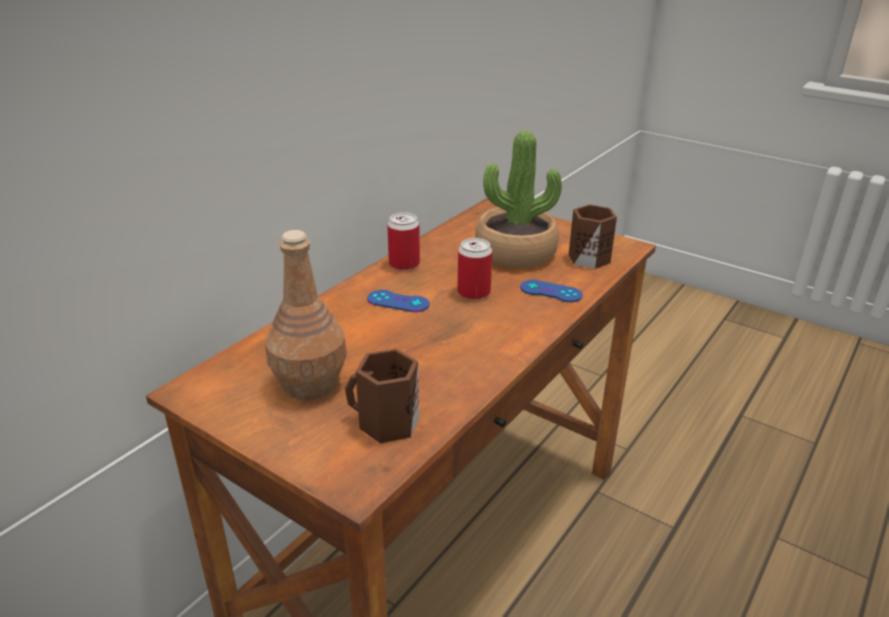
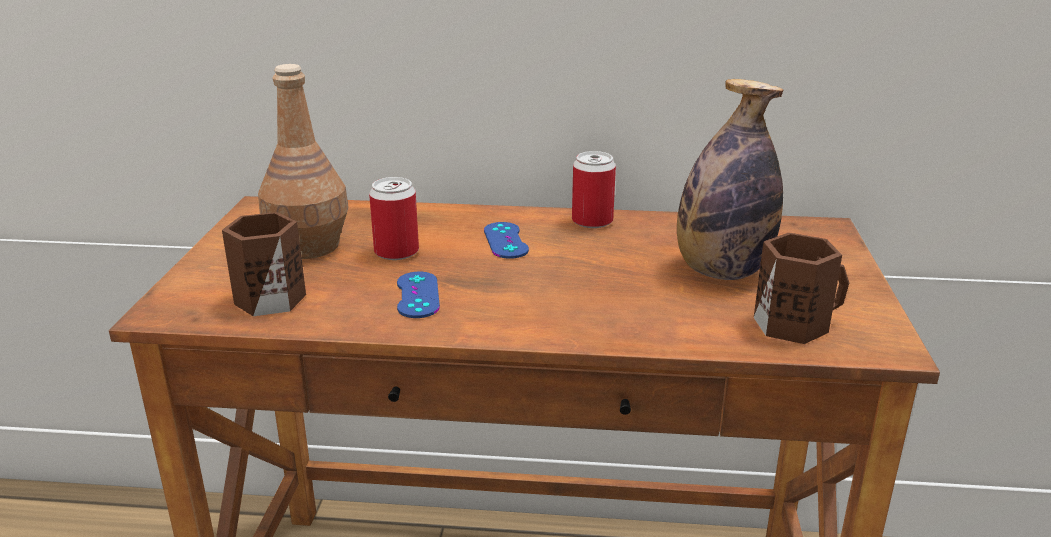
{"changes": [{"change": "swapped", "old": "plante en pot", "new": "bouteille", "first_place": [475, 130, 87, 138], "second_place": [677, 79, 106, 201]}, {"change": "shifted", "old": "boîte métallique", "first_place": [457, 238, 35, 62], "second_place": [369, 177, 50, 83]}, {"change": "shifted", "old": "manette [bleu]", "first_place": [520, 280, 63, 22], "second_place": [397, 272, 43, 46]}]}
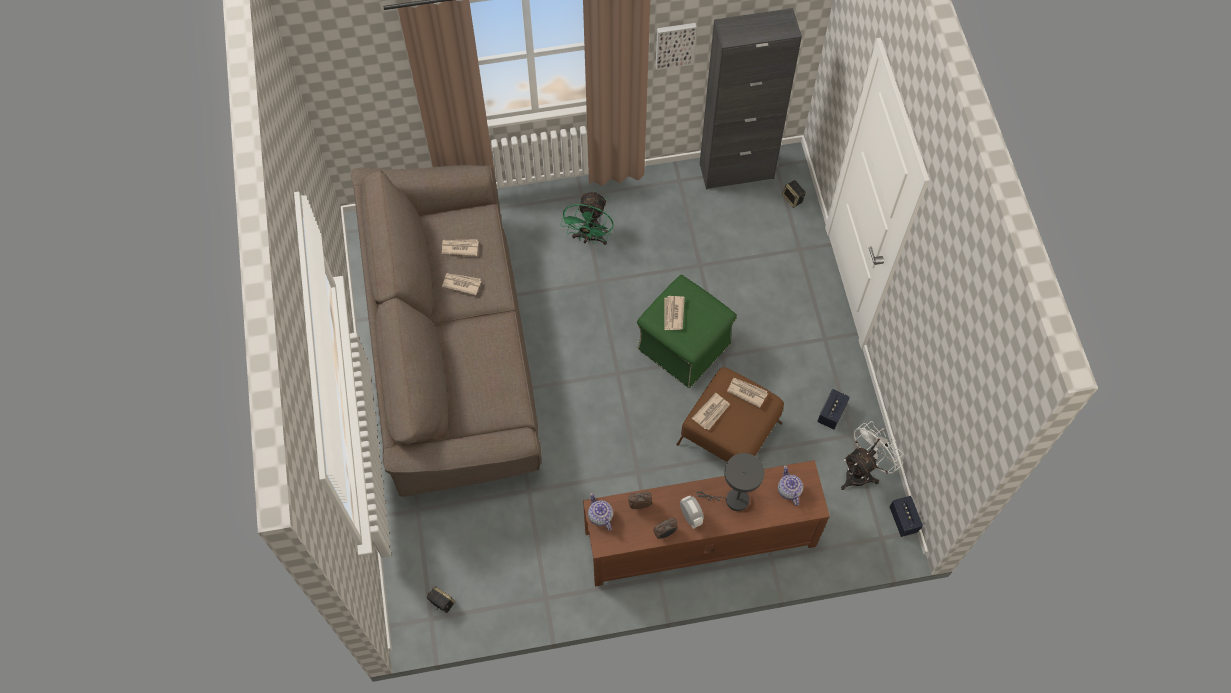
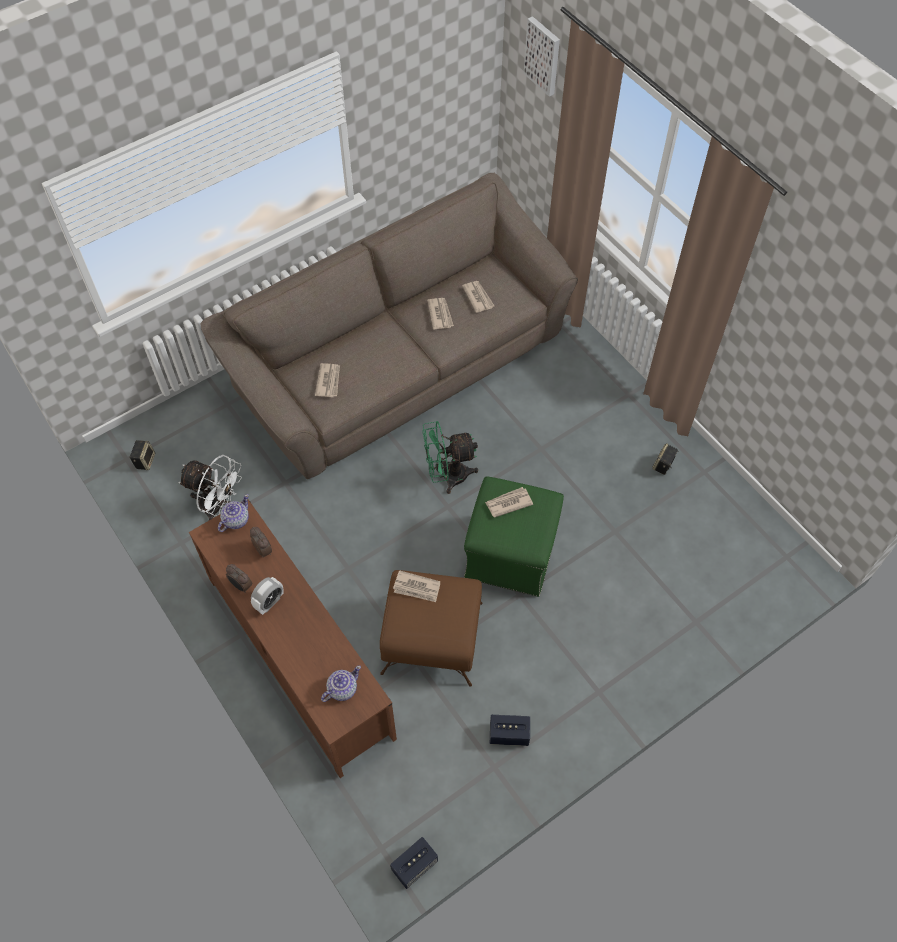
{"changes": [{"change": "gone", "old": "meuble de rangement [noir]", "first_place": [700, 8, 102, 181]}, {"change": "shifted", "old": "tableau", "first_place": [656, 23, 41, 47], "second_place": [524, 16, 36, 81]}, {"change": "shifted", "old": "enceinte", "first_place": [782, 180, 24, 28], "second_place": [652, 443, 26, 32]}, {"change": "shifted", "old": "ventilateur [vert]", "first_place": [560, 190, 54, 55], "second_place": [422, 421, 56, 73]}, {"change": "shifted", "old": "journal", "first_place": [727, 378, 41, 30], "second_place": [315, 363, 25, 34]}, {"change": "shifted", "old": "ventilateur [blanc]", "first_place": [841, 421, 62, 69], "second_place": [178, 455, 64, 66]}, {"change": "gone", "old": "lampe de table [gris]", "first_place": [696, 453, 68, 58]}]}
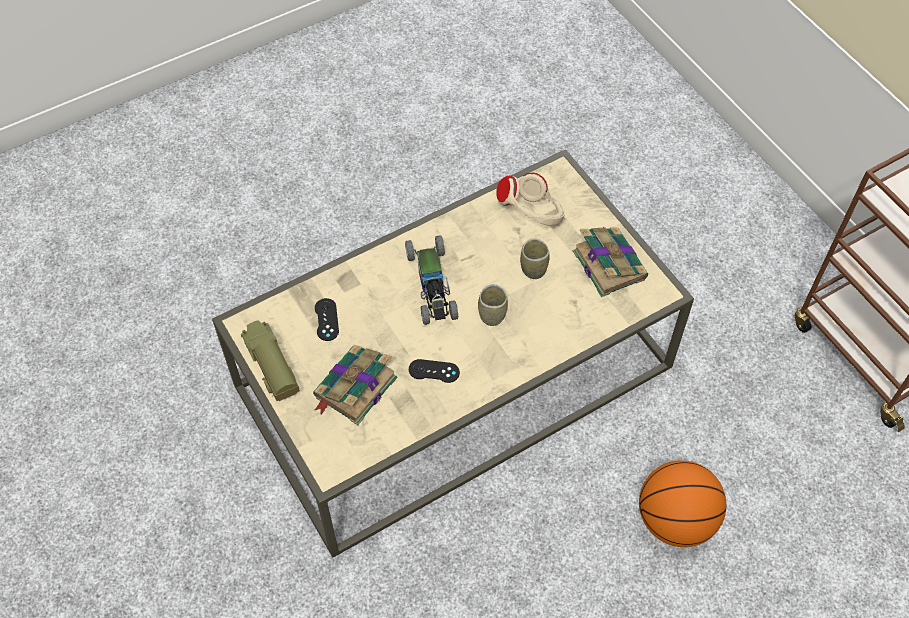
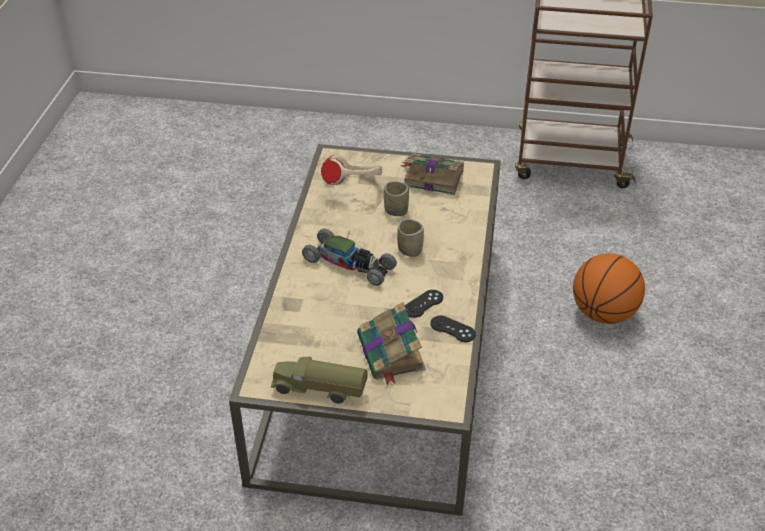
{"changes": [{"change": "shifted", "old": "manette [noir]", "first_place": [315, 298, 24, 43], "second_place": [430, 315, 46, 27]}]}
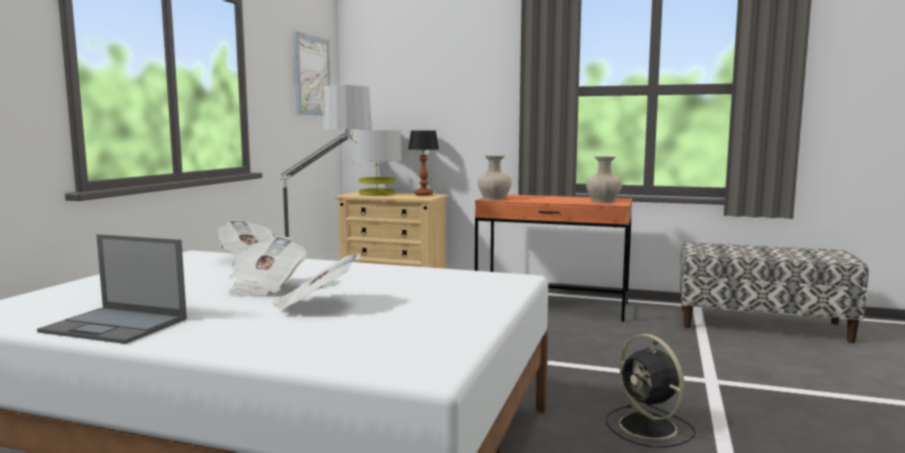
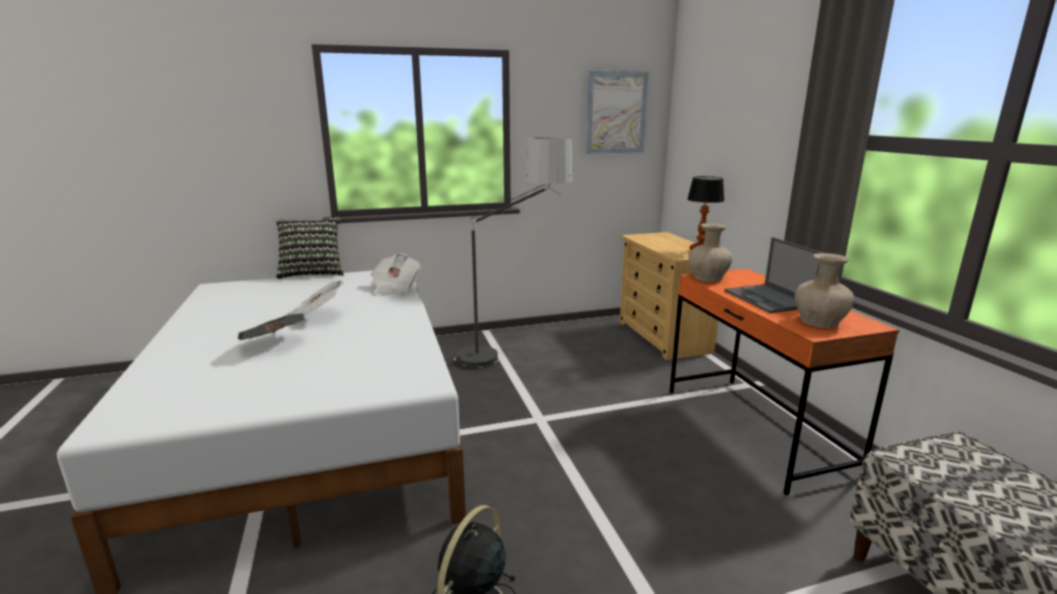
{"changes": [{"change": "gone", "old": "lampe de table [gris]", "first_place": [351, 130, 51, 66]}, {"change": "shifted", "old": "ordinateur portable", "first_place": [37, 234, 150, 110], "second_place": [725, 237, 98, 76]}, {"change": "new", "new": "coussin", "second_place": [276, 217, 68, 62]}]}
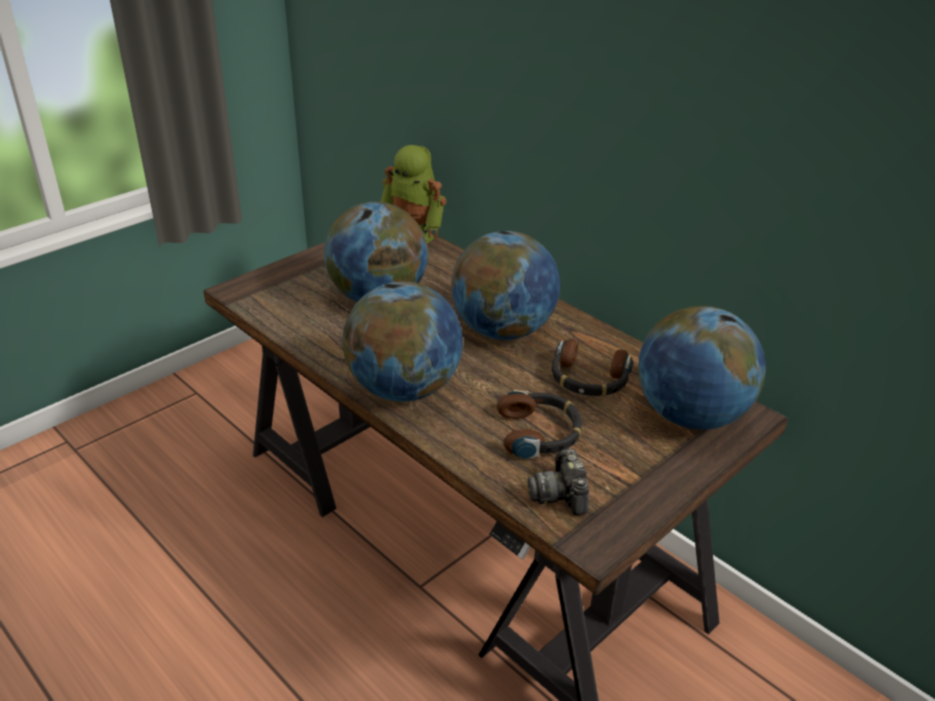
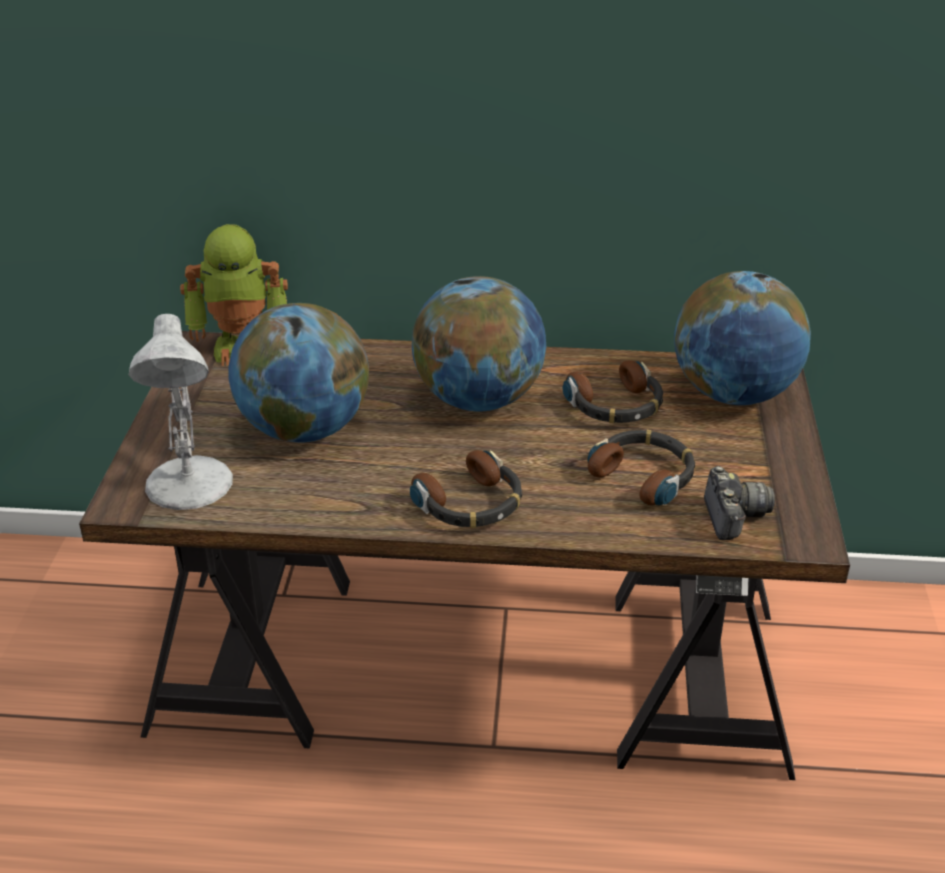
{"changes": [{"change": "swapped", "old": "globe", "new": "casque audio", "first_place": [342, 281, 121, 121], "second_place": [410, 450, 112, 78]}, {"change": "rotated", "old": "appareil photo", "first_place": [528, 449, 61, 66], "second_place": [704, 466, 71, 74], "degrees": -135}, {"change": "new", "new": "lampe de table [blanc]", "second_place": [129, 314, 104, 196]}]}
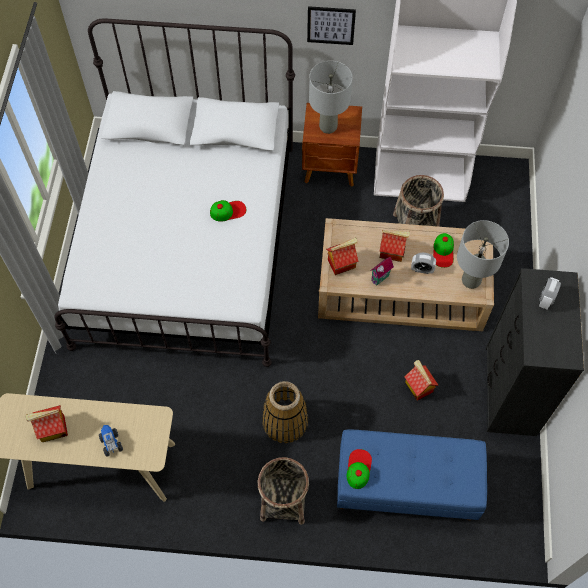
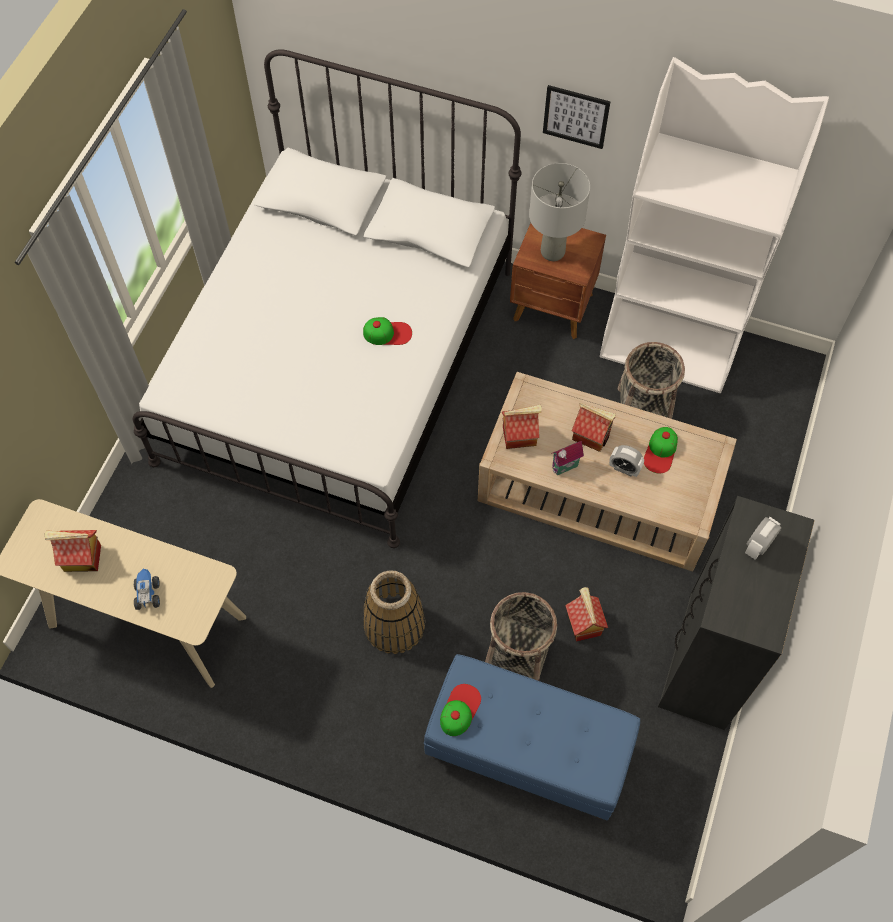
{"changes": [{"change": "gone", "old": "lampe de table [gris]", "first_place": [457, 220, 52, 69]}, {"change": "shifted", "old": "panier", "first_place": [258, 457, 51, 68], "second_place": [485, 592, 72, 89]}]}
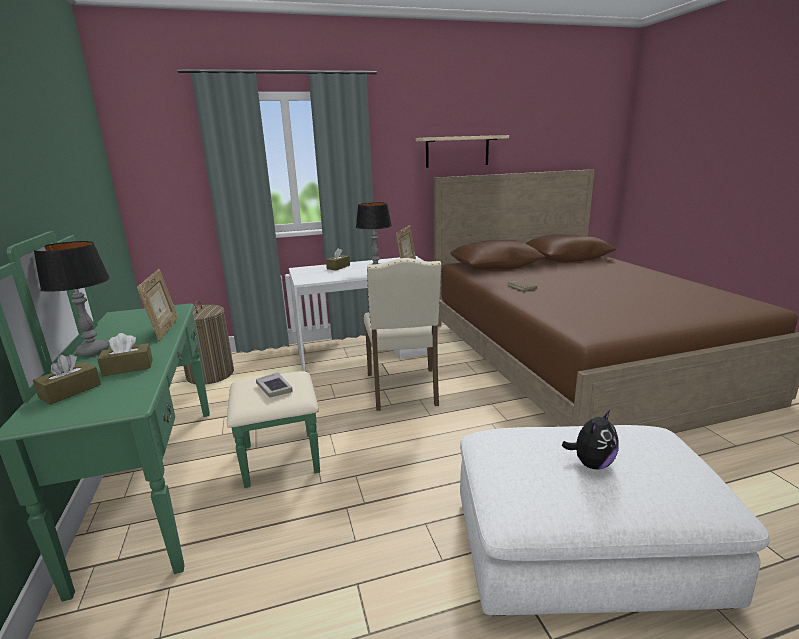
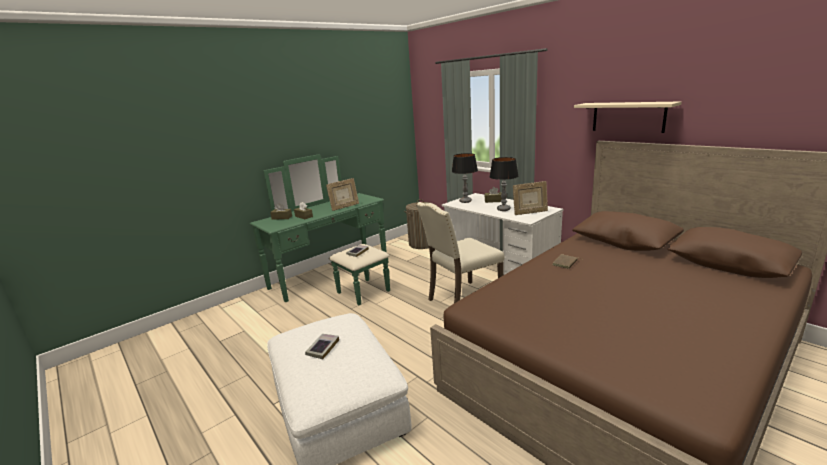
{"changes": [{"change": "shifted", "old": "lampe de table", "first_place": [34, 241, 76, 115], "second_place": [452, 153, 26, 50]}, {"change": "swapped", "old": "peluche", "new": "livre", "first_place": [562, 410, 57, 60], "second_place": [305, 334, 34, 25]}]}
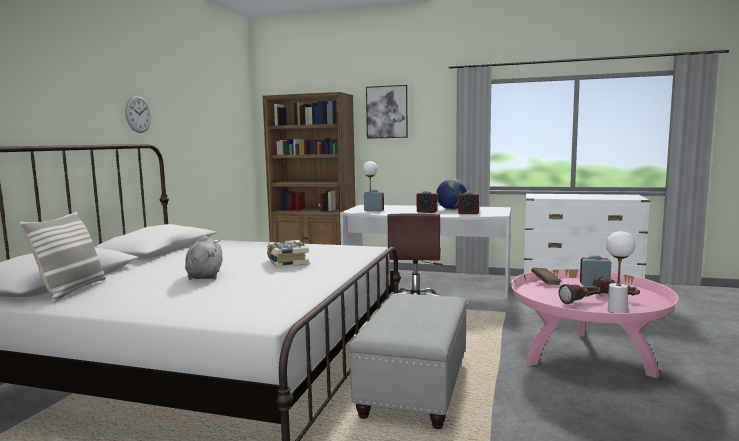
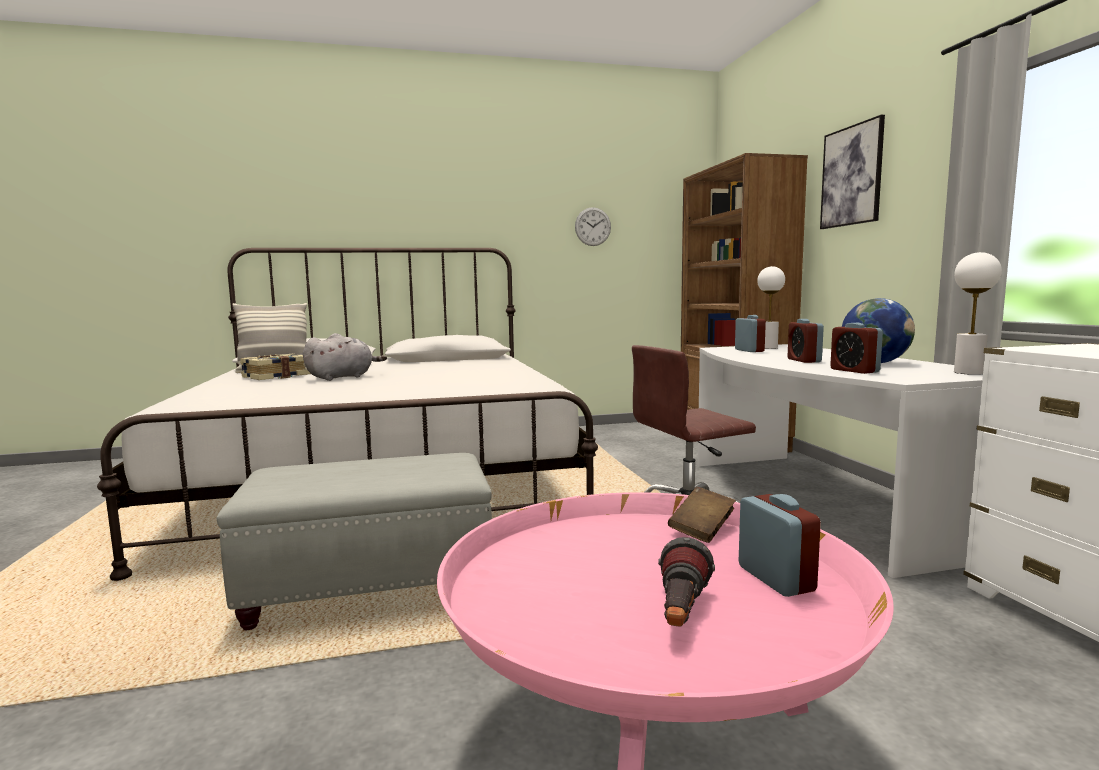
{"changes": [{"change": "shifted", "old": "horloge murale", "first_place": [125, 96, 27, 37], "second_place": [575, 207, 36, 39]}, {"change": "shifted", "old": "lampe de table [blanc]", "first_place": [606, 231, 29, 82], "second_place": [954, 252, 48, 123]}, {"change": "shifted", "old": "livre", "first_place": [267, 240, 42, 27], "second_place": [240, 354, 71, 26]}, {"change": "gone", "old": "lampe de poche", "first_place": [559, 284, 41, 20]}]}
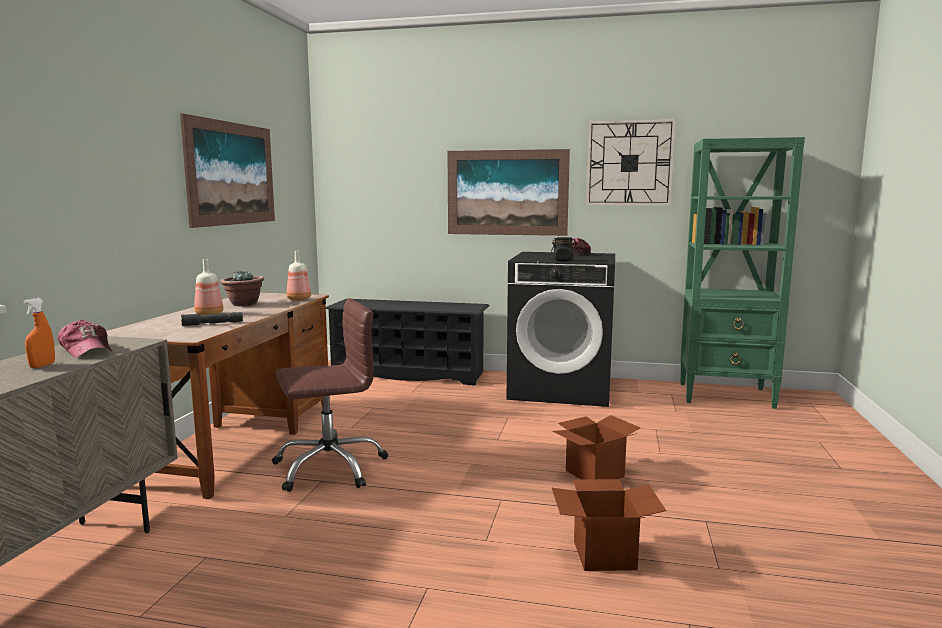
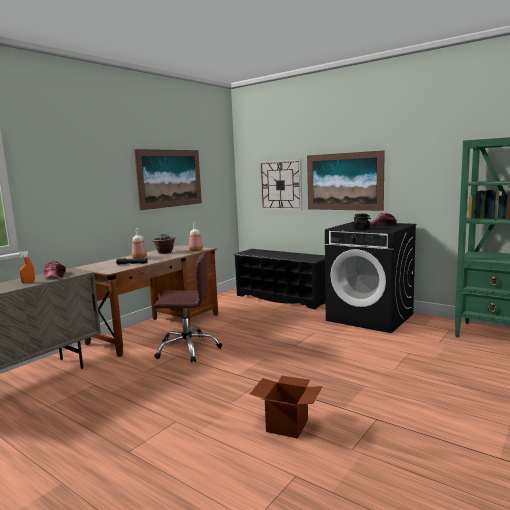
{"changes": [{"change": "shifted", "old": "horloge murale", "first_place": [586, 119, 90, 87], "second_place": [259, 159, 43, 51]}, {"change": "gone", "old": "carton", "first_place": [552, 415, 89, 65]}]}
